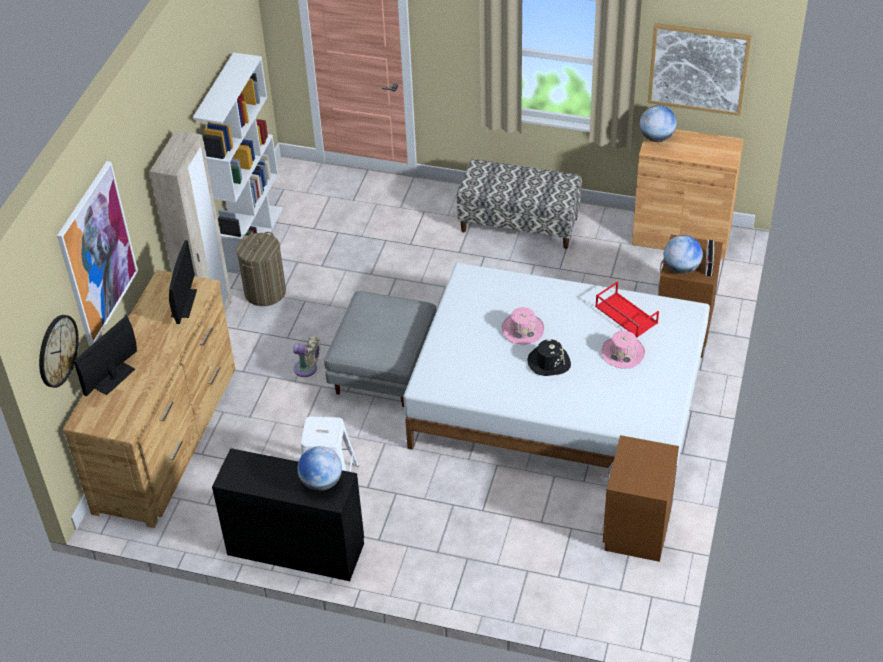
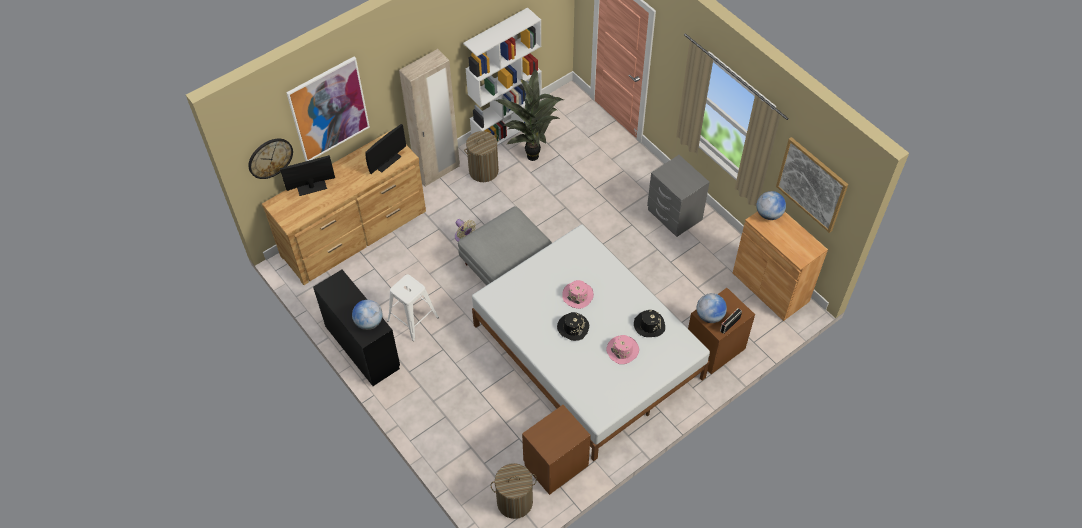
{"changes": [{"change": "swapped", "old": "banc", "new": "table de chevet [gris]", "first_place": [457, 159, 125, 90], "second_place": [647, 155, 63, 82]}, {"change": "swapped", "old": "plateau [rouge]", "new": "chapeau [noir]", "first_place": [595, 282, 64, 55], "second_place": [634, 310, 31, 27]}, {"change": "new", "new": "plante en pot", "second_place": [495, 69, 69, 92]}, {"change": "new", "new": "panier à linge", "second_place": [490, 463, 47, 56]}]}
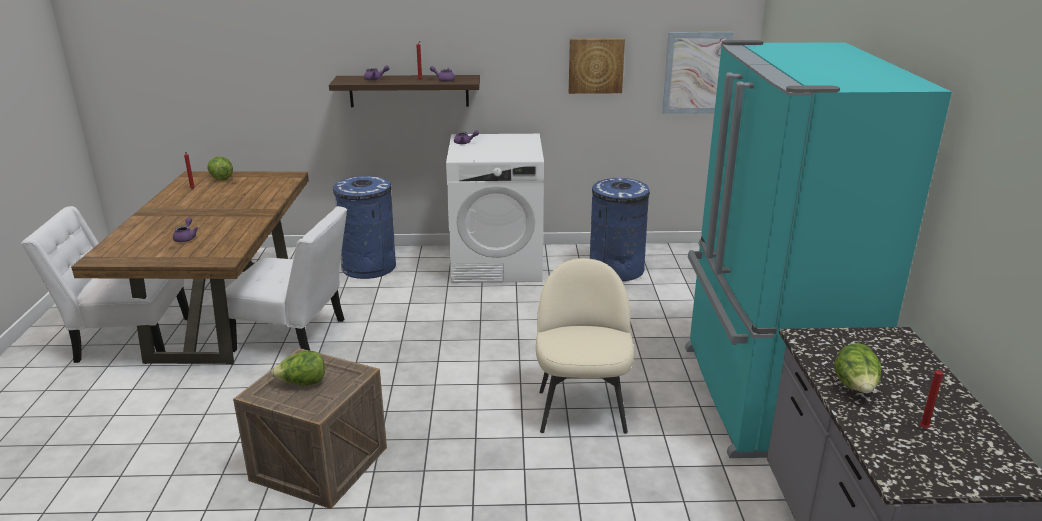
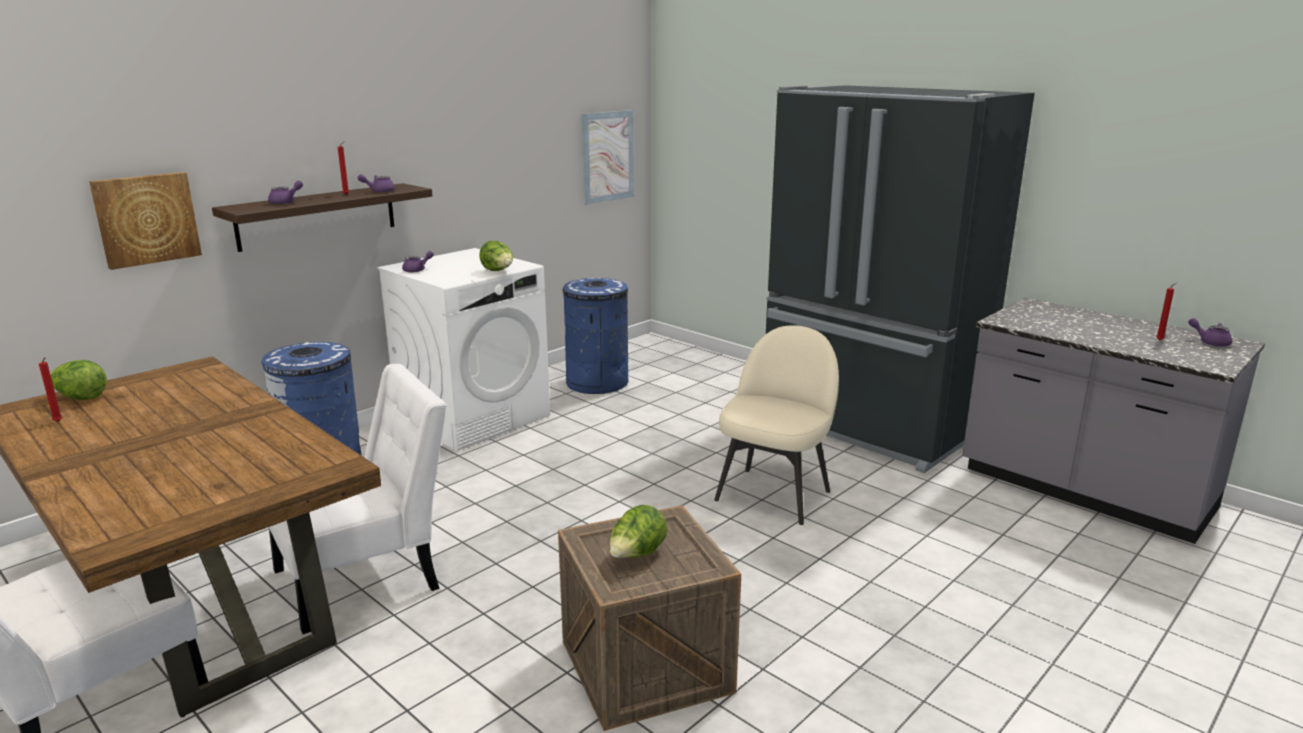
{"changes": [{"change": "shifted", "old": "tableau", "first_place": [569, 38, 56, 56], "second_place": [89, 172, 113, 98]}, {"change": "repainted", "old": "réfrigérateur [turquoise]", "new": "réfrigérateur [noir]", "first_place": [685, 40, 267, 418], "second_place": [766, 85, 269, 388]}, {"change": "shifted", "old": "théière [violet]", "first_place": [173, 217, 25, 25], "second_place": [1188, 318, 44, 28]}, {"change": "rotated", "old": "chaise [beige]", "first_place": [536, 258, 98, 176], "second_place": [714, 325, 125, 200], "degrees": 75}, {"change": "shifted", "old": "laitue", "first_place": [835, 343, 46, 50], "second_place": [479, 241, 34, 30]}]}
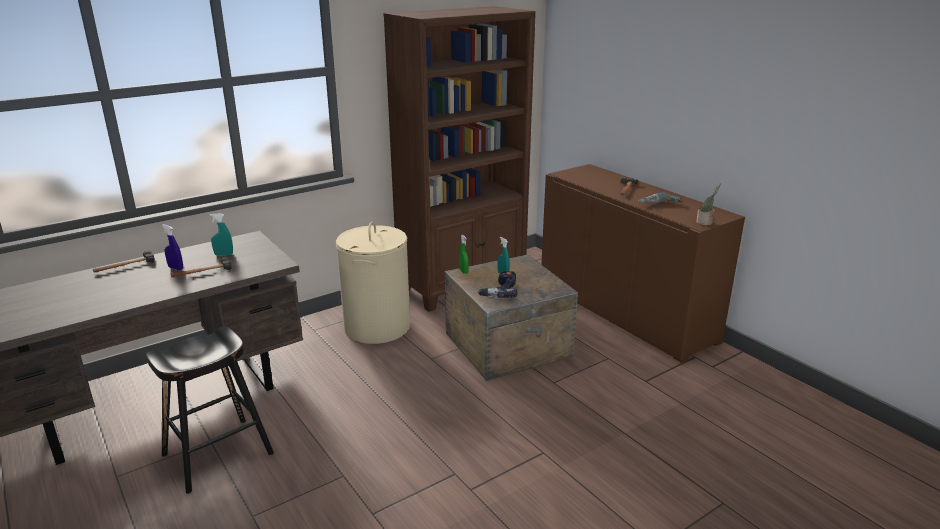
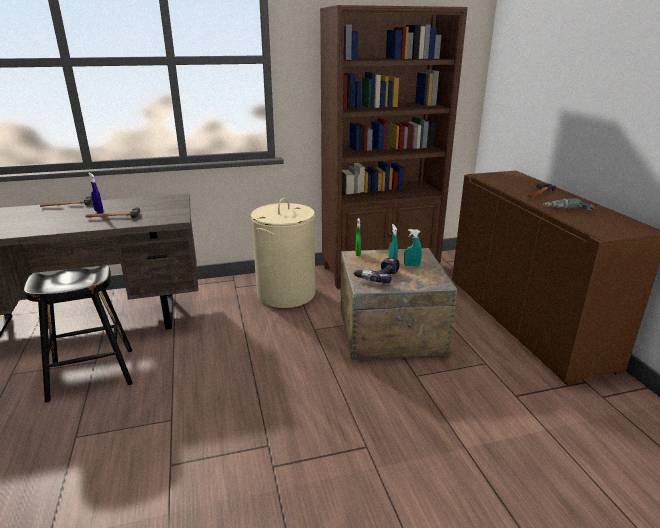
{"changes": [{"change": "gone", "old": "plante en pot", "first_place": [696, 183, 25, 42]}, {"change": "shifted", "old": "vaporisateur [turquoise]", "first_place": [209, 213, 24, 43], "second_place": [404, 229, 18, 38]}]}
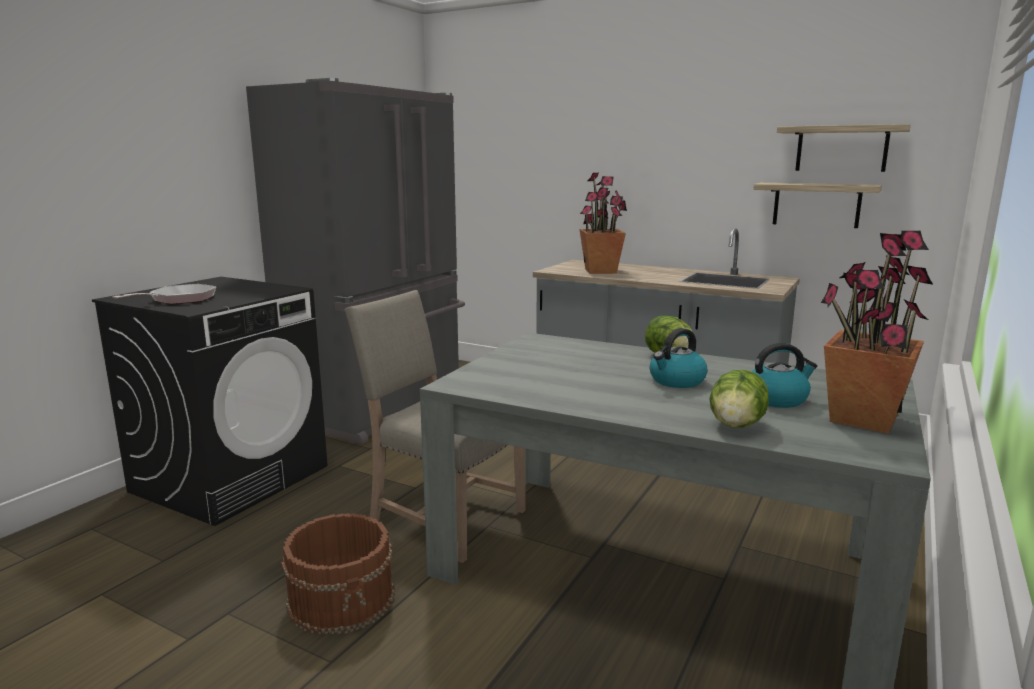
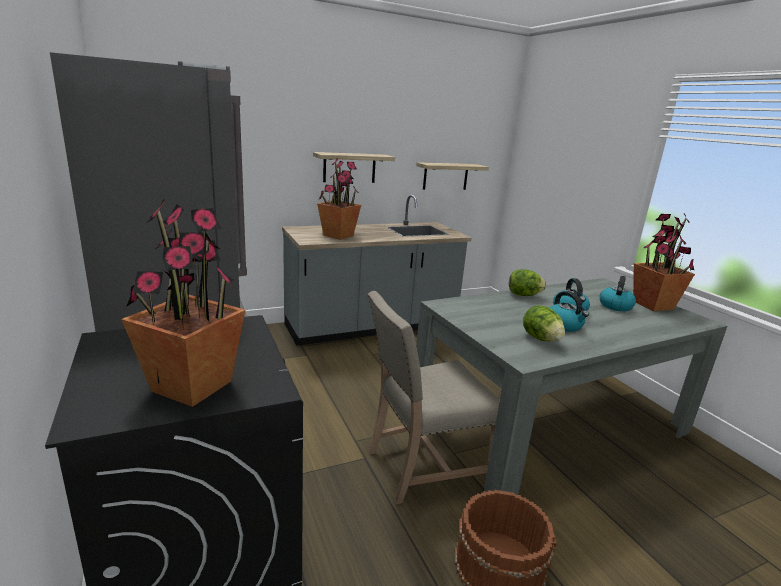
{"changes": [{"change": "shifted", "old": "étagère", "first_place": [777, 124, 134, 48], "second_place": [313, 152, 82, 31]}, {"change": "swapped", "old": "poêle", "new": "plante en pot", "first_place": [112, 284, 104, 20], "second_place": [121, 199, 124, 208]}, {"change": "shifted", "old": "laitue", "first_place": [709, 370, 60, 58], "second_place": [523, 305, 42, 36]}, {"change": "new", "new": "bouilloire", "second_place": [550, 291, 39, 41]}]}
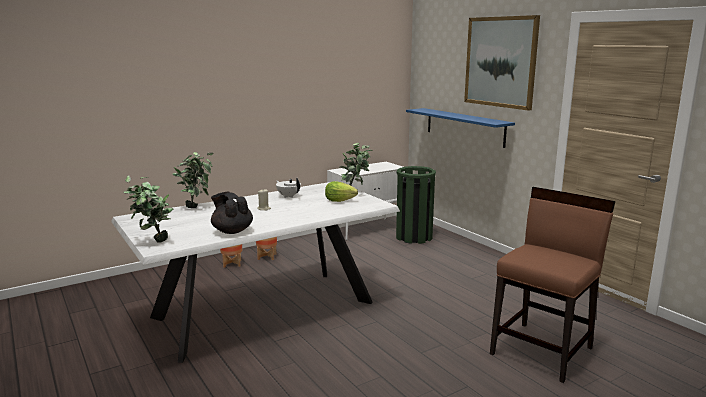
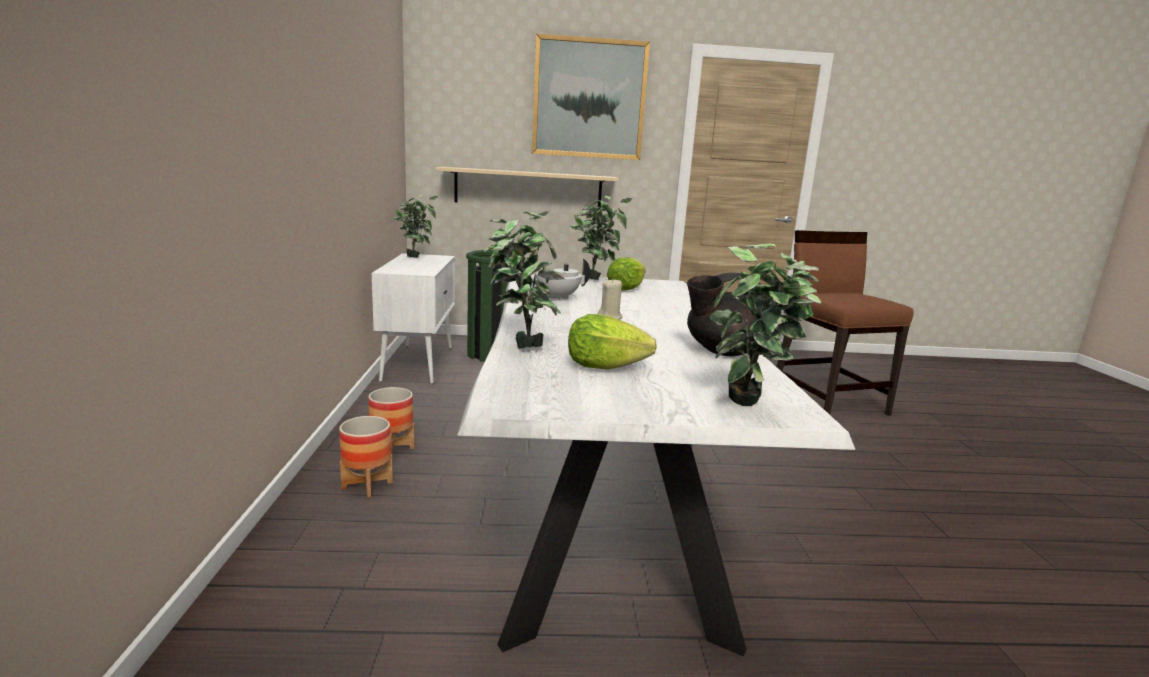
{"changes": [{"change": "repainted", "old": "étagère [bleu]", "new": "étagère [beige]", "first_place": [406, 108, 109, 40], "second_place": [436, 167, 183, 40]}, {"change": "new", "new": "plante en pot", "second_place": [392, 195, 46, 63]}, {"change": "new", "new": "laitue", "second_place": [568, 314, 89, 55]}]}
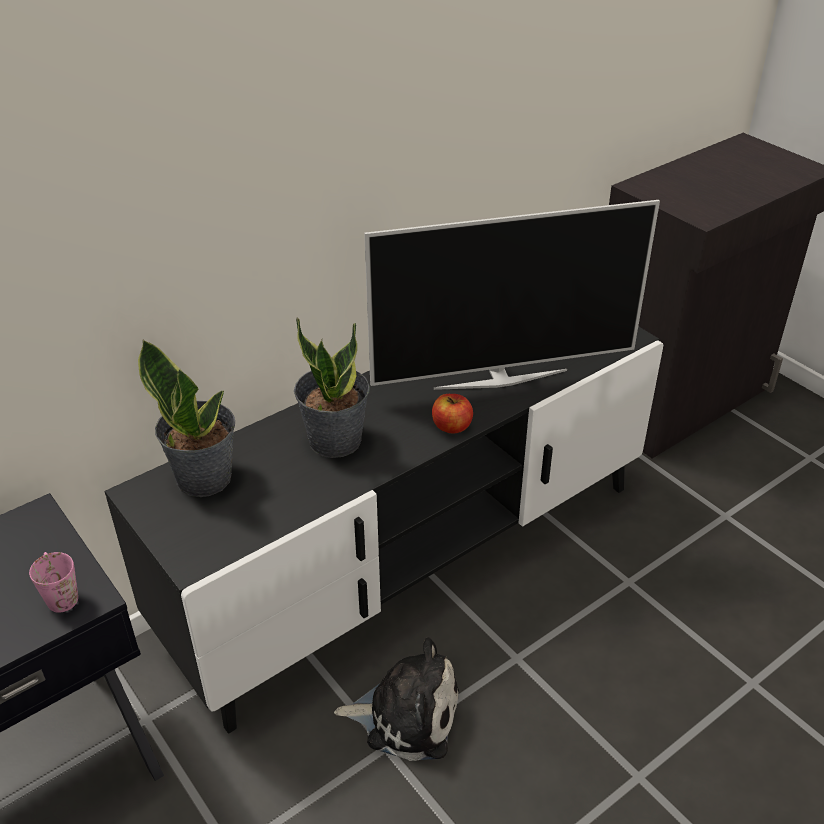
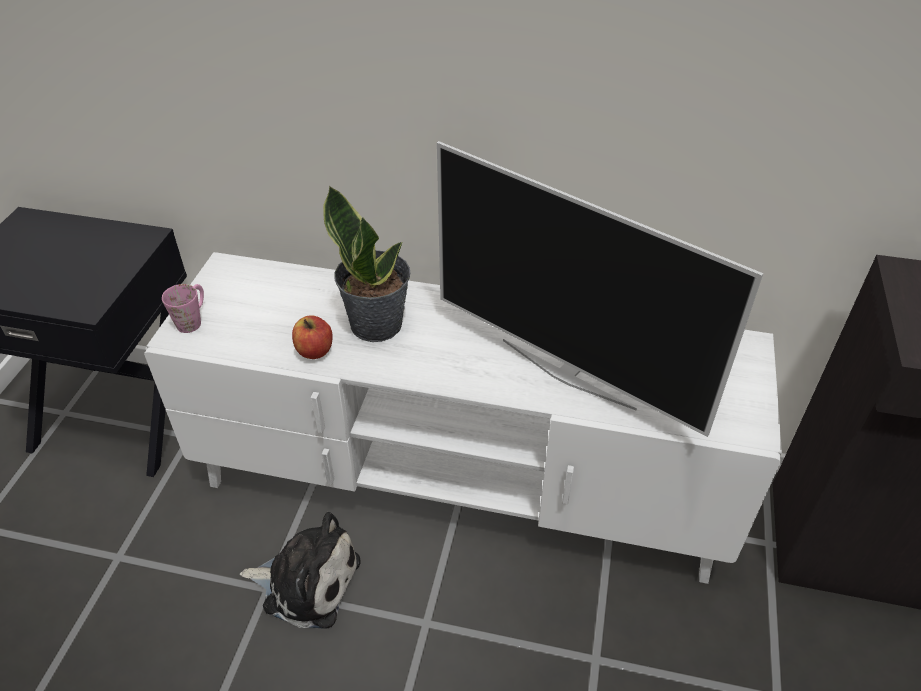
{"changes": [{"change": "repainted", "old": "meuble télé [noir]", "new": "meuble télé [blanc]", "first_place": [105, 326, 558, 408], "second_place": [144, 252, 638, 332]}, {"change": "gone", "old": "plante en pot", "first_place": [138, 339, 97, 158]}, {"change": "shifted", "old": "pomme", "first_place": [432, 394, 41, 40], "second_place": [292, 315, 41, 44]}, {"change": "shifted", "old": "mug [rose]", "first_place": [29, 552, 49, 61], "second_place": [162, 284, 42, 49]}, {"change": "rotated", "old": "peluche", "first_place": [334, 637, 125, 124], "second_place": [240, 512, 121, 117], "degrees": -45}]}
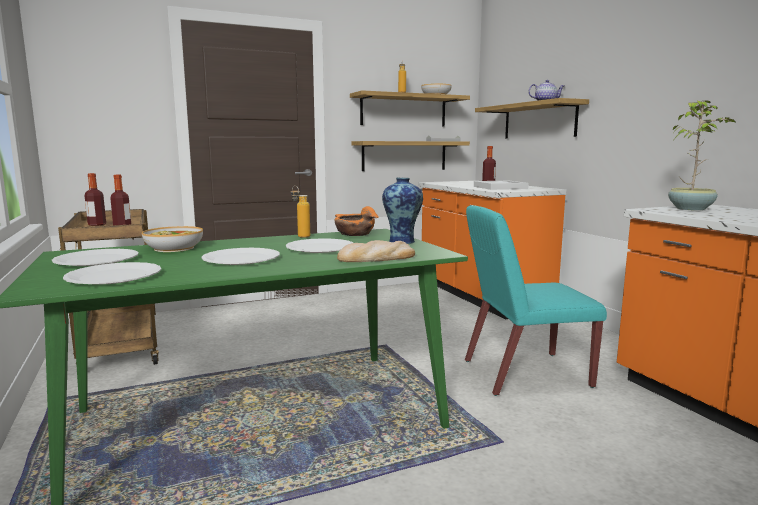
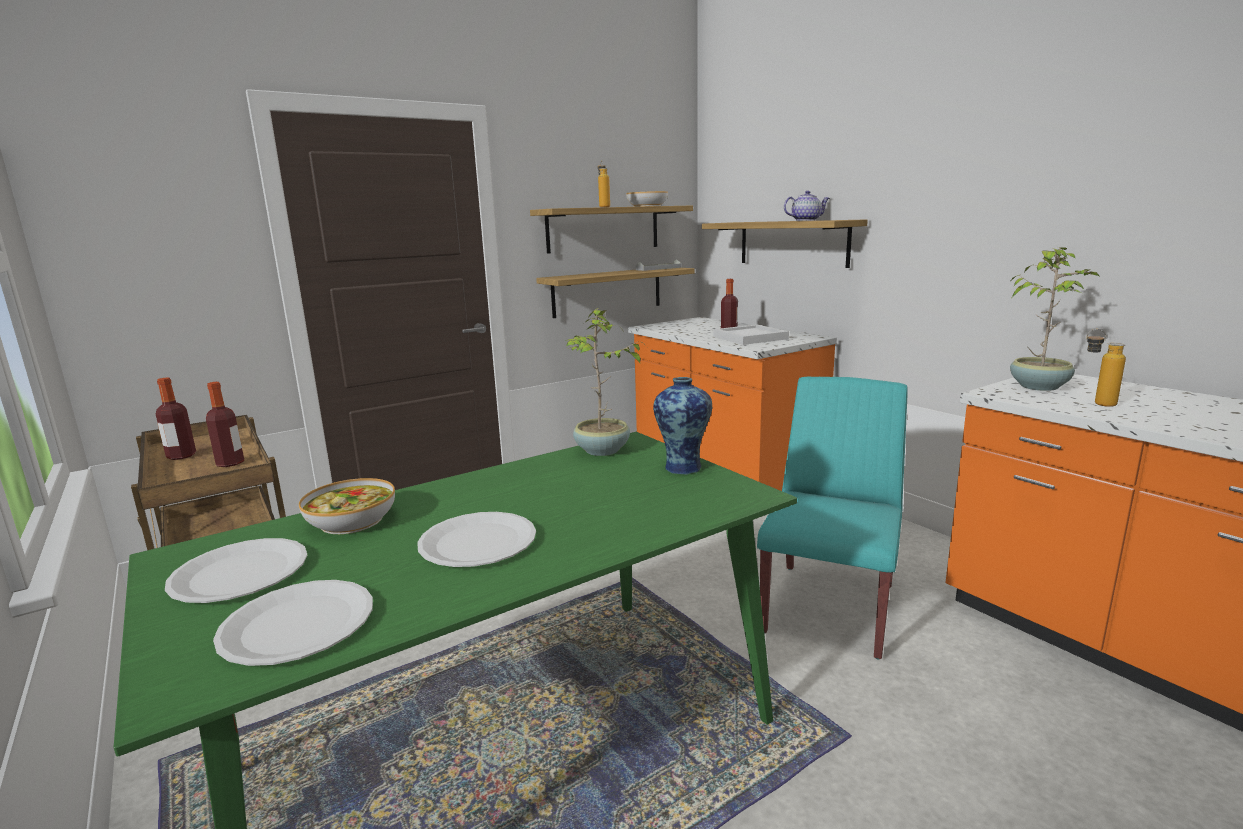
{"changes": [{"change": "shifted", "old": "bouteille", "first_place": [291, 186, 19, 52], "second_place": [1086, 329, 40, 78]}, {"change": "rotated", "old": "chaise [turquoise]", "first_place": [465, 205, 142, 191], "second_place": [757, 377, 151, 282], "degrees": 135}, {"change": "swapped", "old": "bol [orange]", "new": "plante en pot", "first_place": [335, 206, 44, 30], "second_place": [565, 308, 82, 148]}, {"change": "gone", "old": "assiette [blanc]", "first_place": [286, 238, 67, 15]}, {"change": "gone", "old": "pain", "first_place": [337, 240, 78, 22]}]}
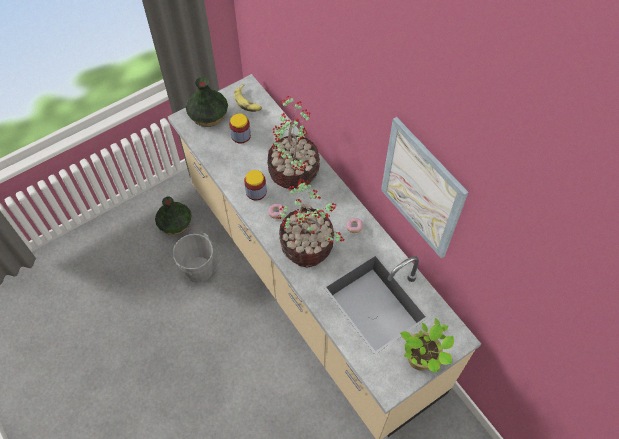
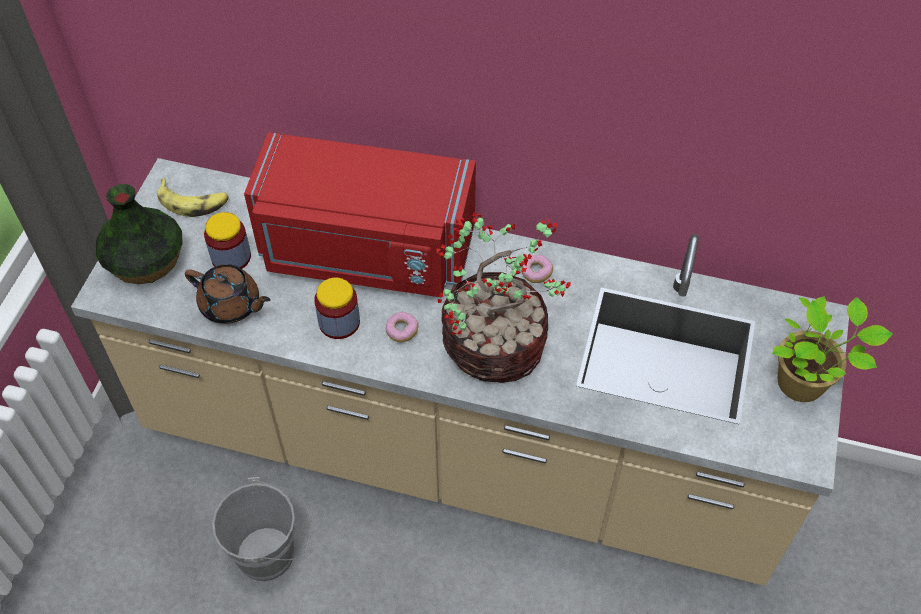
{"changes": [{"change": "swapped", "old": "plante en pot", "new": "micro-ondes [rouge]", "first_place": [267, 95, 53, 94], "second_place": [244, 132, 232, 165]}, {"change": "gone", "old": "tableau", "first_place": [381, 117, 87, 142]}, {"change": "gone", "old": "vase", "first_place": [155, 196, 37, 39]}, {"change": "new", "new": "théière [marron]", "second_place": [185, 264, 86, 60]}]}
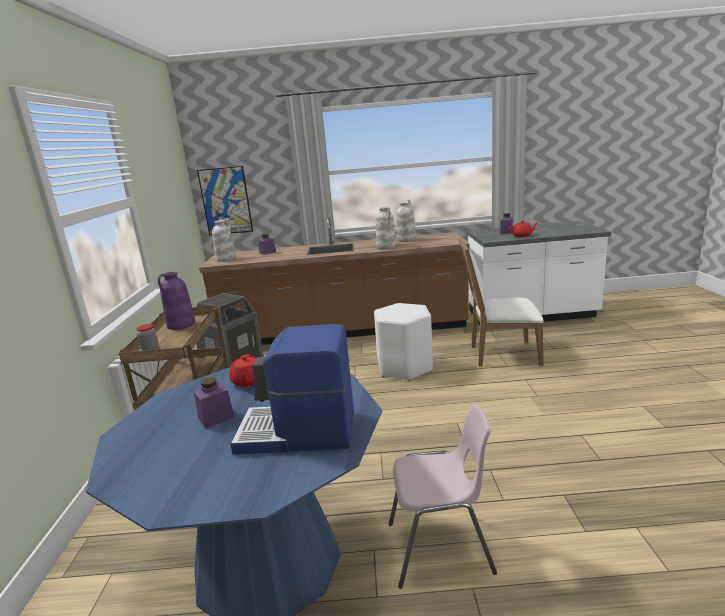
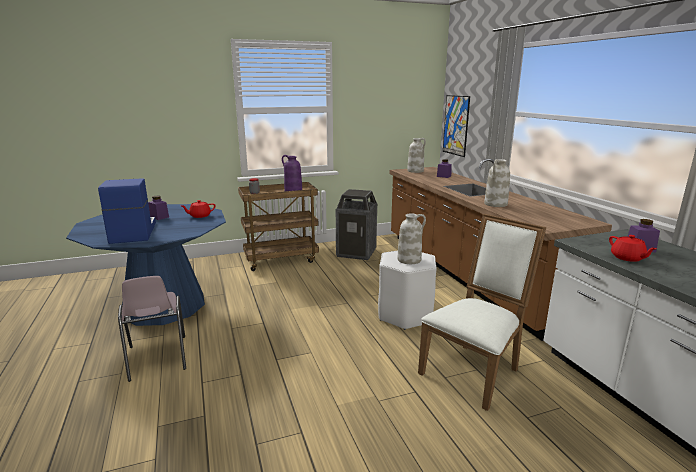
{"changes": [{"change": "shifted", "old": "vase [blanc]", "first_place": [396, 200, 20, 42], "second_place": [397, 213, 29, 51]}, {"change": "rotated", "old": "chaise [blanc]", "first_place": [458, 238, 86, 128], "second_place": [418, 214, 128, 197], "degrees": 60}]}
